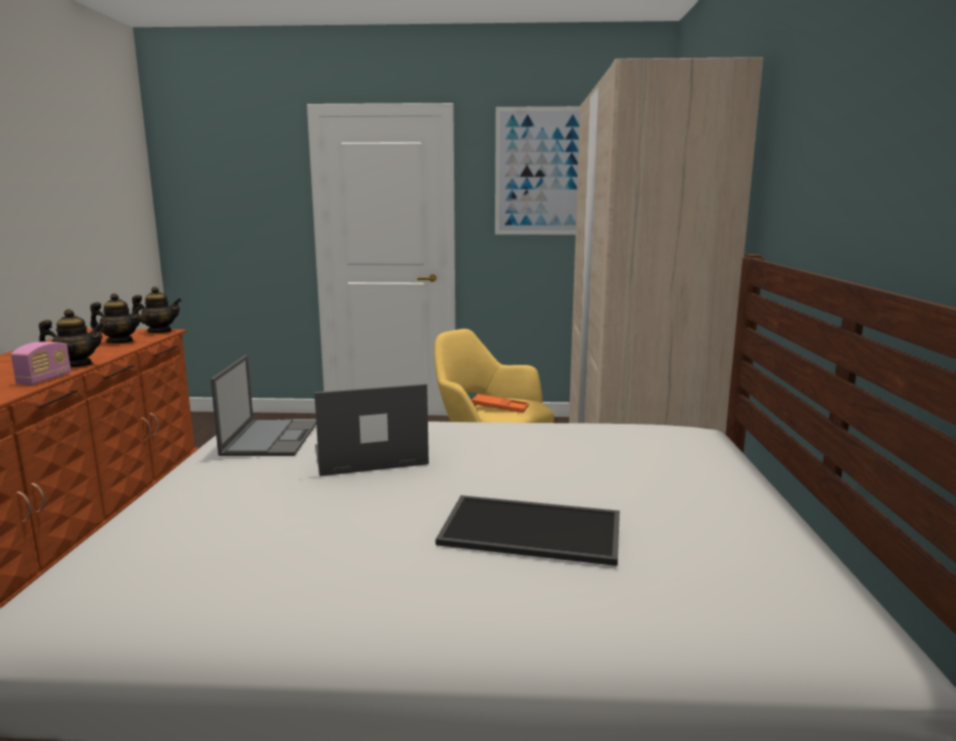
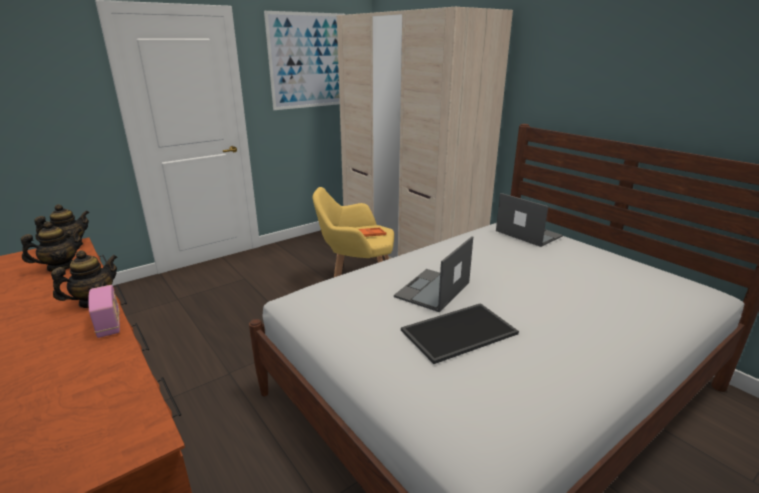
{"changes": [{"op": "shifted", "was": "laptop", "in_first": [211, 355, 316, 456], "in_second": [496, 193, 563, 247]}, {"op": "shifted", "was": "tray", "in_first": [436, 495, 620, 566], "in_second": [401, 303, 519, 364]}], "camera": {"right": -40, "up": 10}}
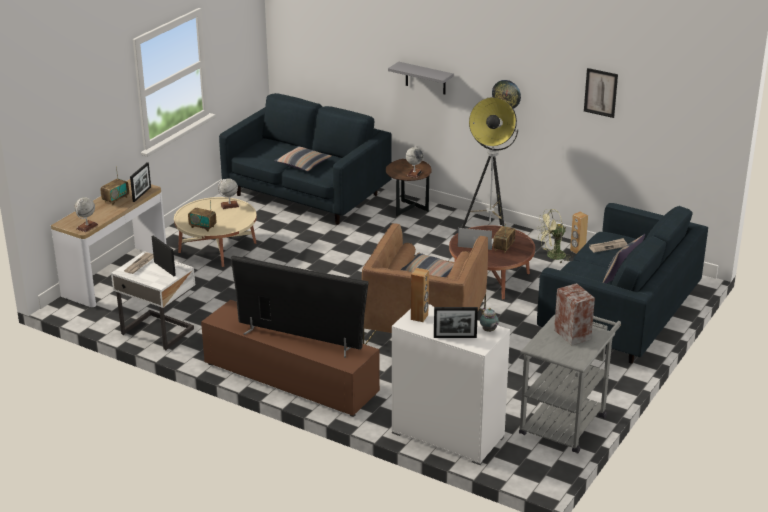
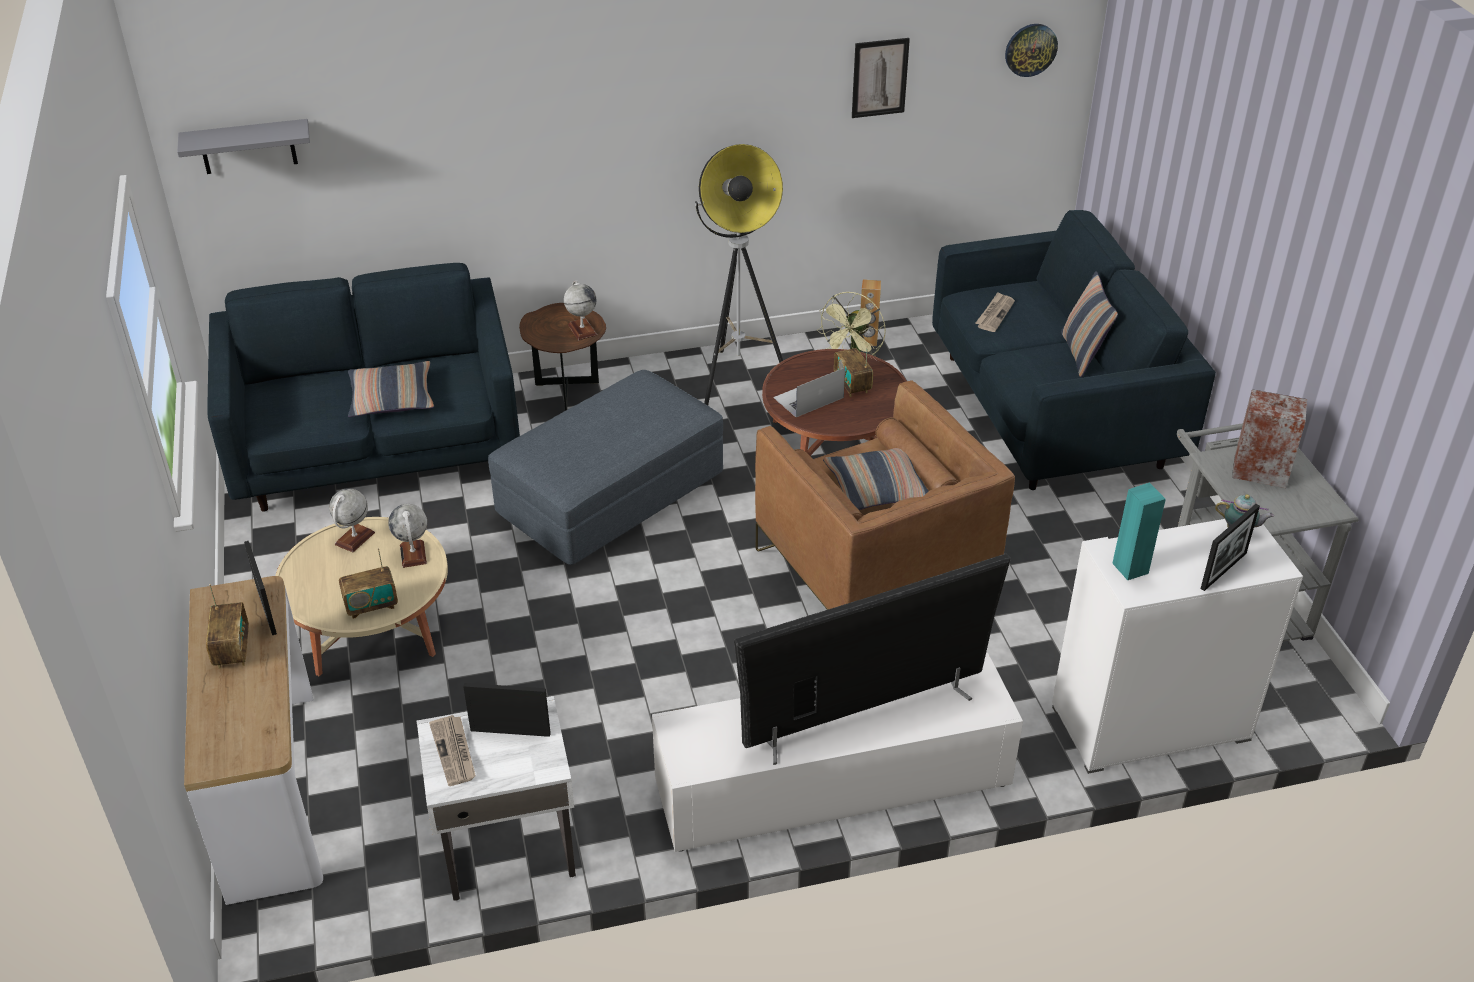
{"changes": [{"op": "shifted", "was": "shelf in grey", "in_first": [388, 62, 454, 94], "in_second": [177, 119, 310, 174]}, {"op": "shifted", "was": "wall clock", "in_first": [492, 80, 521, 109], "in_second": [1005, 24, 1058, 77]}, {"op": "shifted", "was": "globe", "in_first": [74, 197, 98, 232], "in_second": [388, 504, 427, 568]}, {"op": "repainted", "was": "speaker in brown", "now": "speaker in turquoise", "in_first": [411, 268, 429, 322], "in_second": [1112, 482, 1166, 580]}, {"op": "repainted", "was": "tv stand in brown", "now": "tv stand in white", "in_first": [201, 300, 380, 417], "in_second": [652, 653, 1023, 852]}, {"op": "new", "now": "ottoman in grey", "in_second": [488, 370, 723, 565]}], "camera": {"right": -45, "up": 10}}
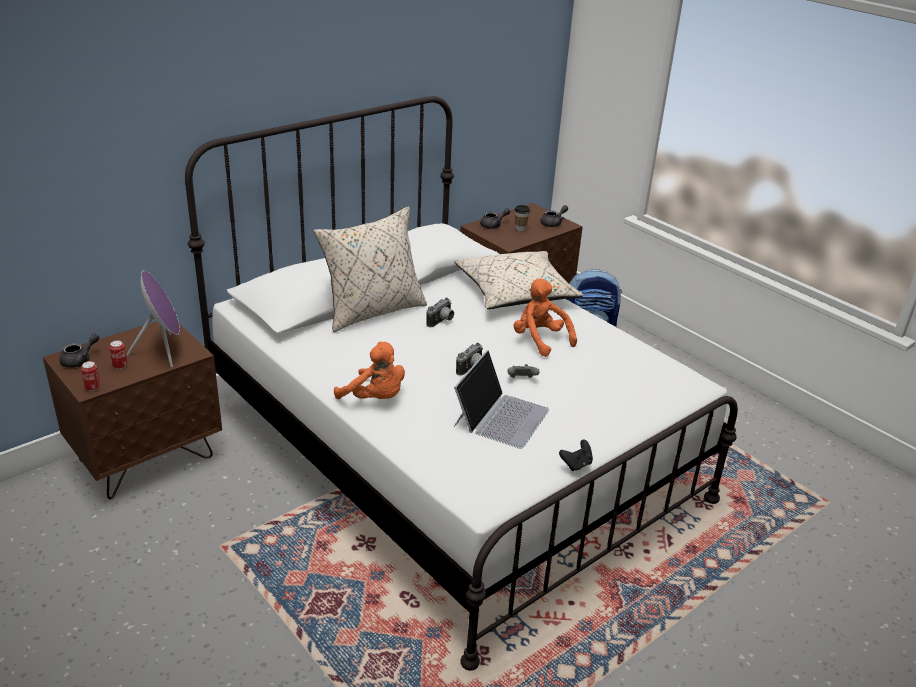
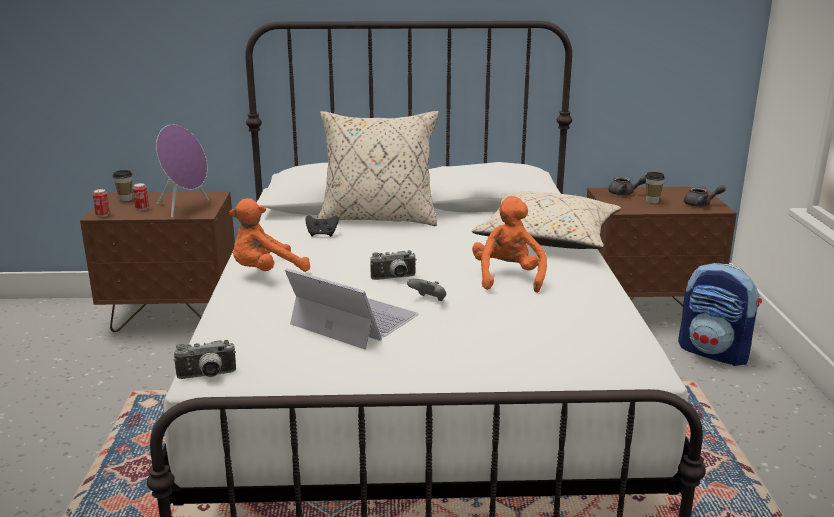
{"changes": [{"op": "shifted", "was": "photo camera", "in_first": [427, 298, 454, 327], "in_second": [174, 340, 236, 379]}, {"op": "swapped", "was": "teapot in grey", "now": "cup", "in_first": [60, 333, 100, 368], "in_second": [113, 170, 133, 201]}, {"op": "rotated", "was": "plush toy in orange", "in_first": [334, 342, 405, 399], "in_second": [229, 198, 310, 272], "clockwise": 75}, {"op": "rotated", "was": "laptop", "in_first": [454, 350, 549, 449], "in_second": [285, 268, 418, 350], "clockwise": -120}, {"op": "shifted", "was": "game controller in black", "in_first": [559, 439, 593, 471], "in_second": [305, 215, 339, 237]}], "camera": {"right": 40, "up": -10}}
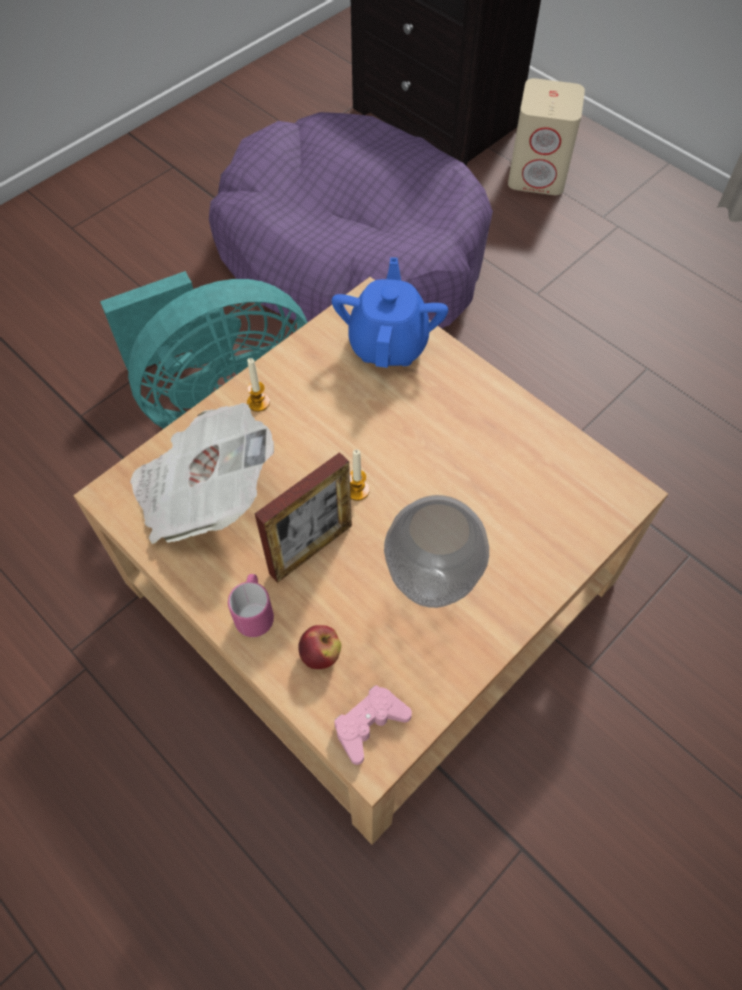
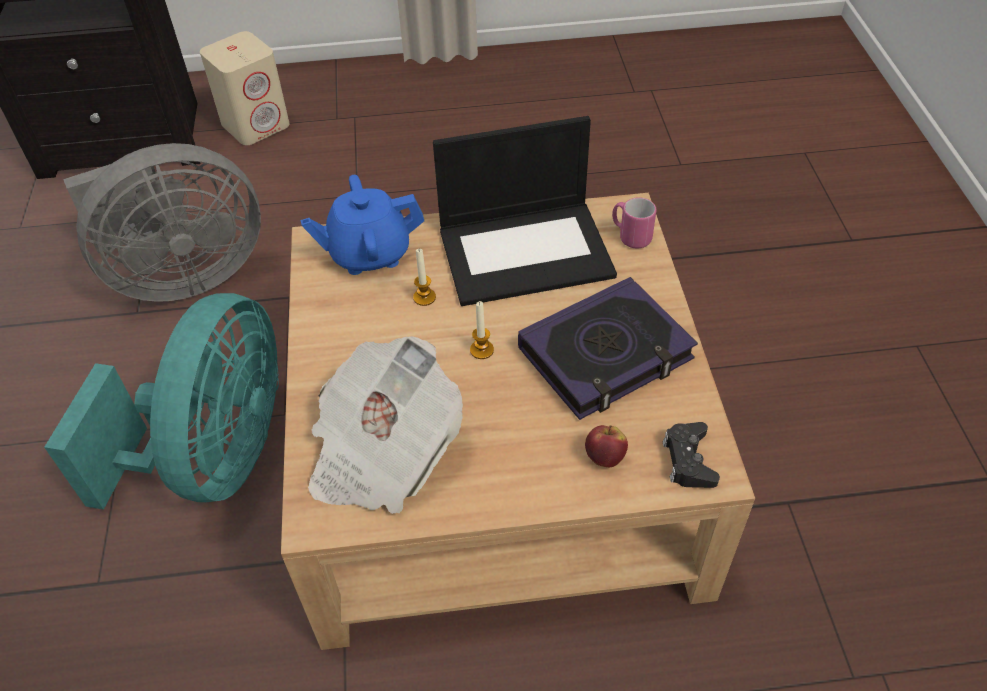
{"changes": [{"op": "swapped", "was": "dog bed in purple", "now": "fan in grey", "in_first": [209, 112, 493, 329], "in_second": [63, 143, 261, 302]}, {"op": "rotated", "was": "teapot in blue", "in_first": [332, 257, 448, 368], "in_second": [300, 175, 424, 275], "clockwise": -60}, {"op": "shifted", "was": "candle", "in_first": [247, 358, 270, 412], "in_second": [413, 249, 436, 306]}, {"op": "gone", "was": "picture frame", "in_first": [255, 452, 352, 583]}, {"op": "swapped", "was": "vase", "now": "book", "in_first": [384, 495, 489, 608], "in_second": [518, 277, 698, 420]}, {"op": "shifted", "was": "mug in pink", "in_first": [228, 574, 274, 637], "in_second": [612, 197, 656, 249]}, {"op": "repainted", "was": "game controller in pink", "now": "game controller in black", "in_first": [334, 685, 412, 765], "in_second": [663, 422, 720, 488]}, {"op": "new", "now": "laptop", "in_second": [433, 116, 617, 306]}], "camera": {"right": -50, "up": -10}}
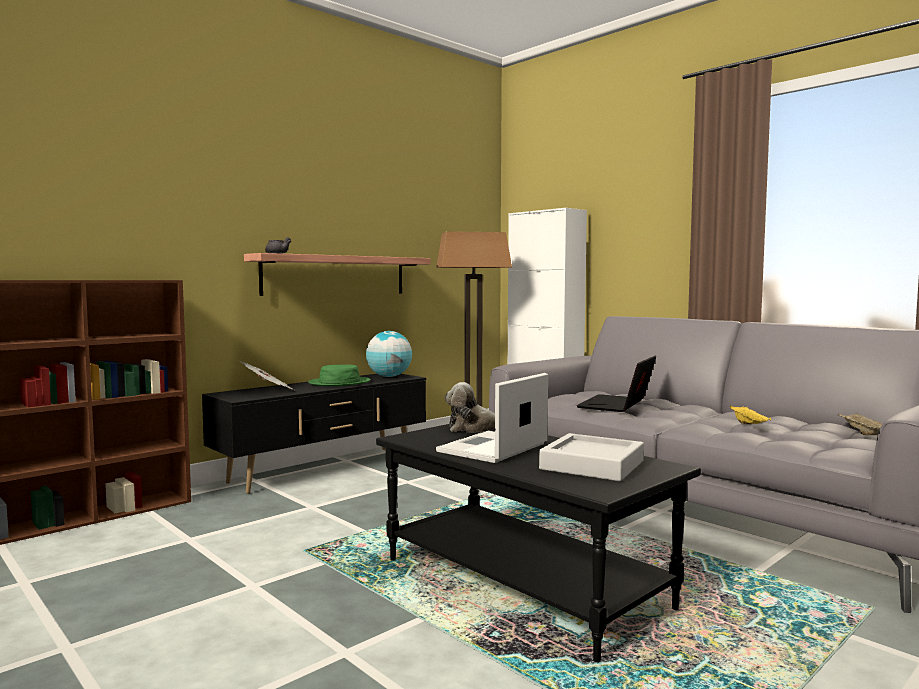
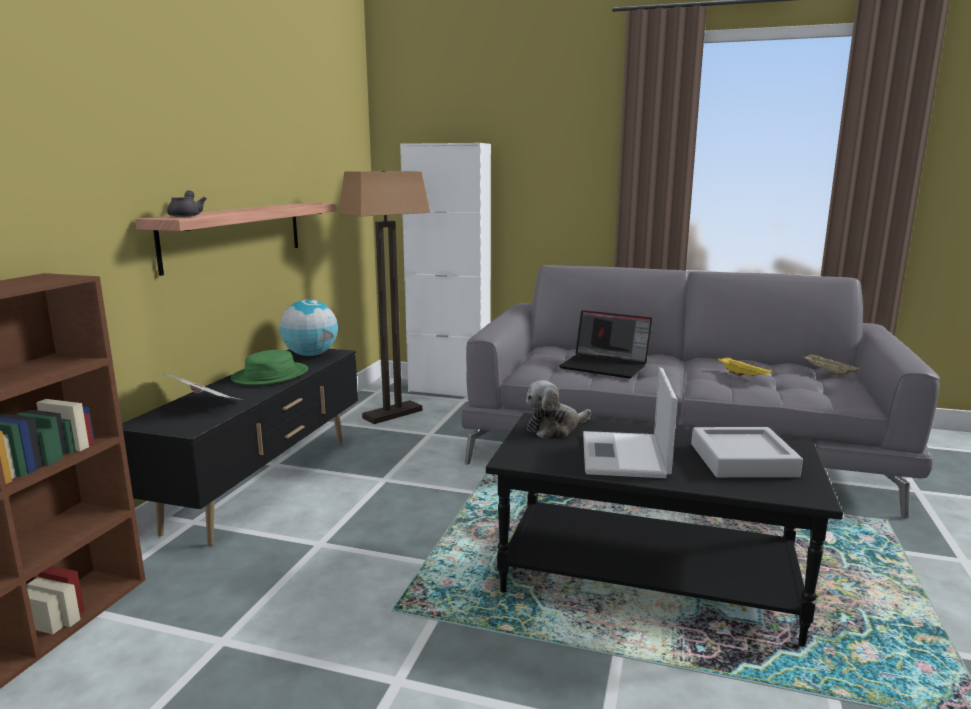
{"changes": [{"op": "rotated", "was": "laptop", "in_first": [576, 356, 656, 412], "in_second": [559, 310, 652, 378], "clockwise": -60}], "camera": {"right": -30, "up": 10}}
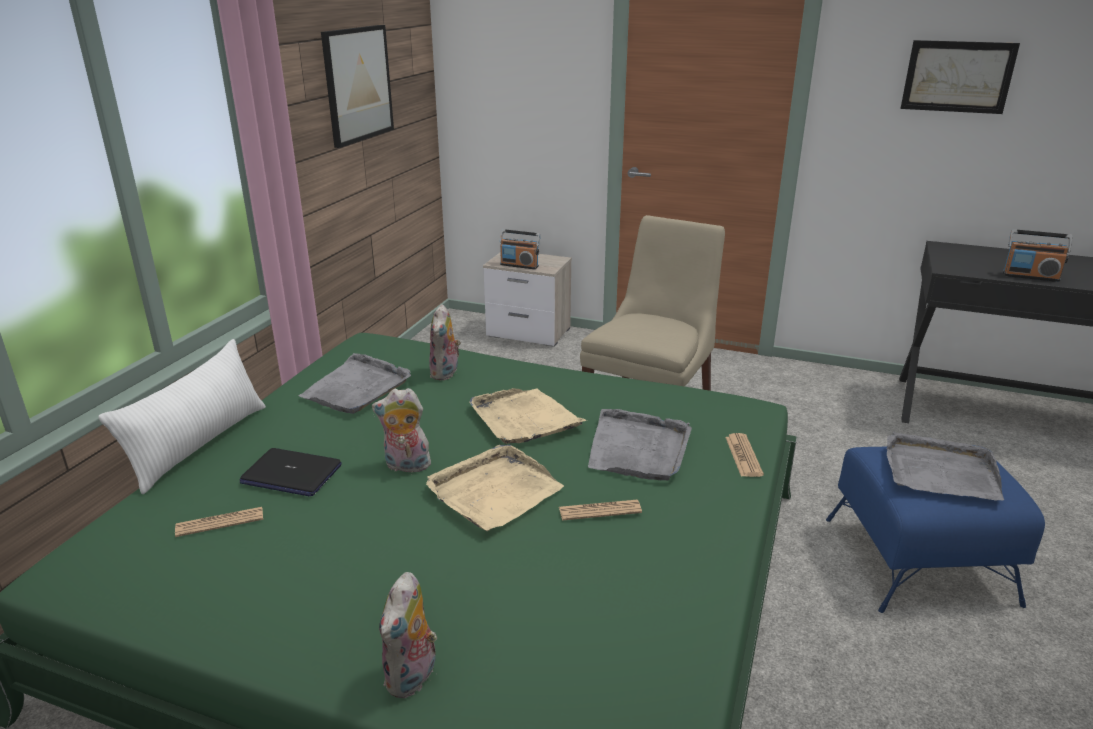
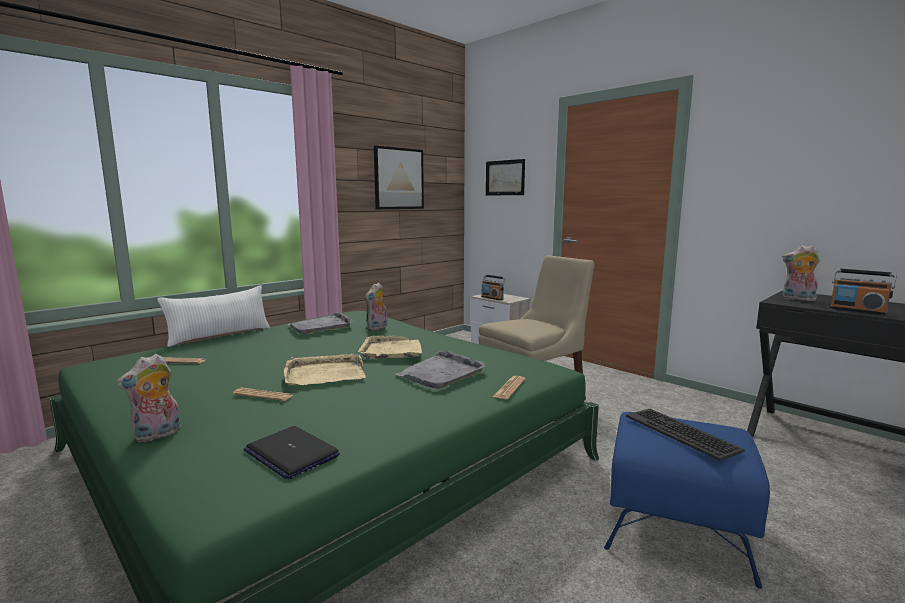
{"changes": [{"op": "shifted", "was": "picture", "in_first": [900, 40, 1020, 114], "in_second": [486, 159, 525, 196]}, {"op": "shifted", "was": "plush toy", "in_first": [372, 388, 433, 472], "in_second": [782, 245, 820, 301]}, {"op": "swapped", "was": "tray in grey", "now": "keyboard", "in_first": [887, 431, 1004, 501], "in_second": [626, 409, 745, 461]}, {"op": "shifted", "was": "laptop", "in_first": [240, 448, 342, 497], "in_second": [244, 426, 340, 479]}, {"op": "shifted", "was": "newspaper", "in_first": [559, 500, 642, 520], "in_second": [233, 388, 293, 401]}], "camera": {"right": 25, "up": -15}}
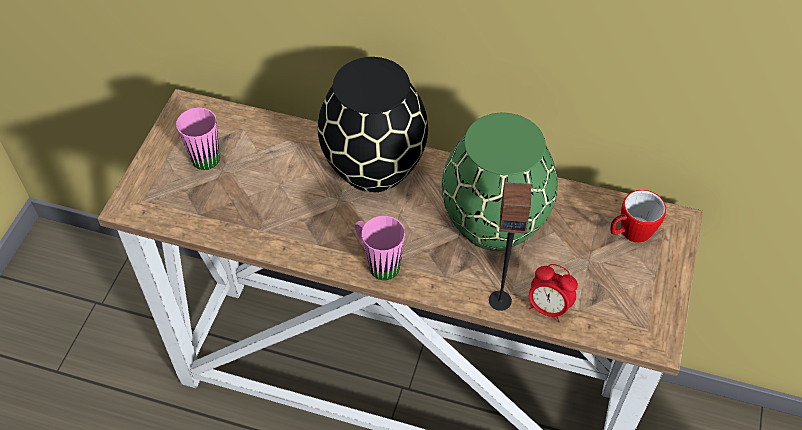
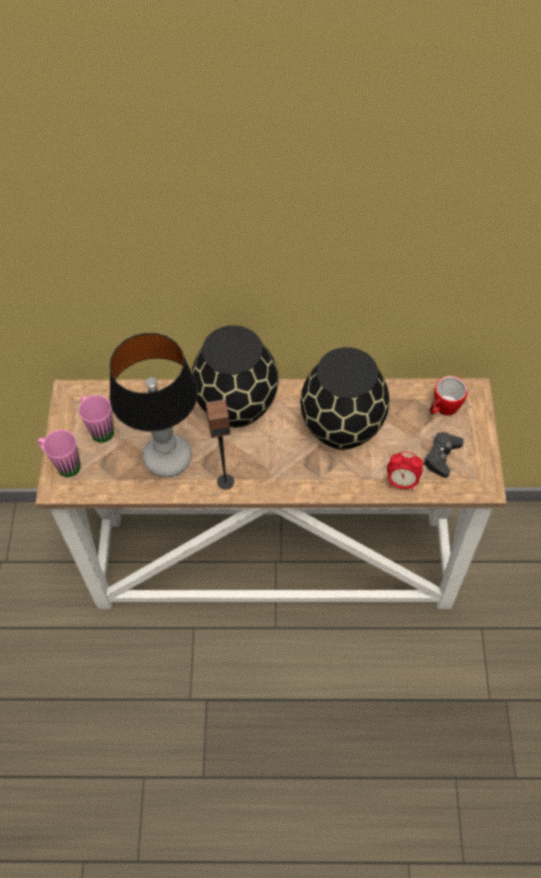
{"changes": [{"op": "repainted", "was": "vase in green", "now": "vase in black", "in_first": [441, 113, 558, 251], "in_second": [300, 347, 389, 450]}, {"op": "shifted", "was": "speaker", "in_first": [489, 182, 531, 311], "in_second": [206, 399, 234, 490]}, {"op": "shifted", "was": "mug in pink", "in_first": [355, 216, 405, 280], "in_second": [38, 430, 81, 477]}, {"op": "new", "now": "table lamp", "in_second": [109, 333, 198, 477]}, {"op": "new", "now": "game controller in black", "in_second": [423, 432, 464, 478]}], "camera": {"right": -15, "up": 5}}
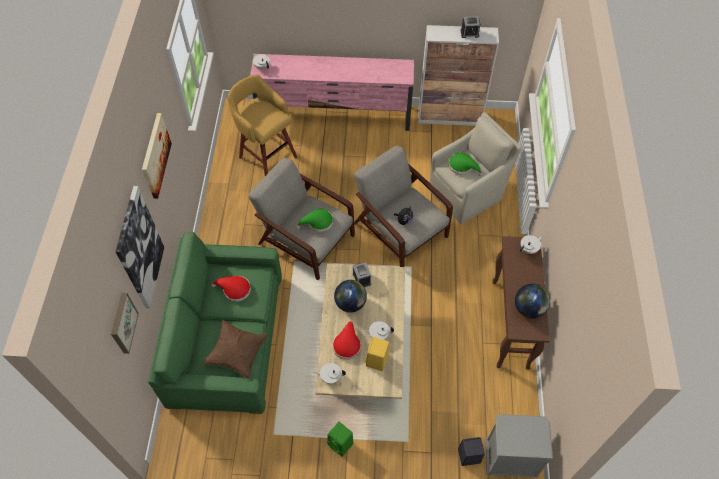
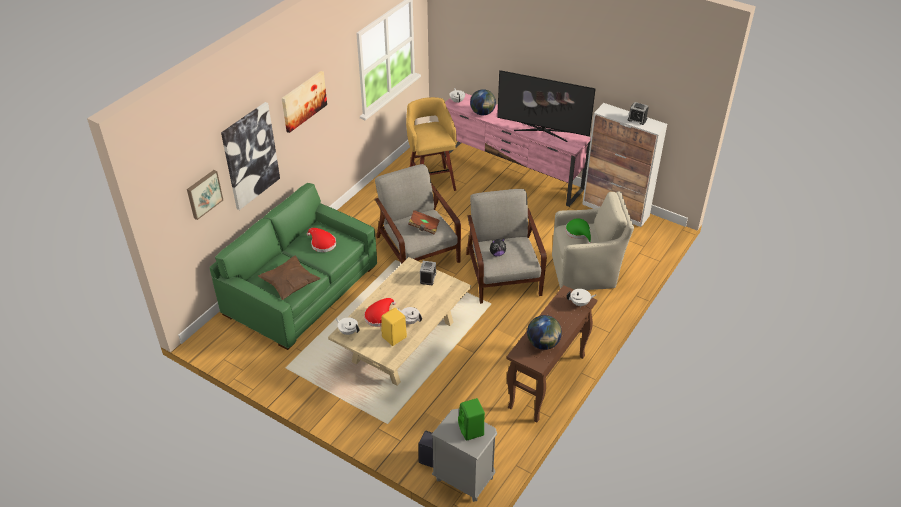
{"changes": [{"op": "swapped", "was": "hat in green", "now": "book in brown", "in_first": [296, 209, 333, 232], "in_second": [408, 210, 440, 235]}, {"op": "shifted", "was": "globe", "in_first": [334, 280, 367, 313], "in_second": [470, 89, 496, 115]}, {"op": "shifted", "was": "speaker in green", "in_first": [327, 422, 354, 456], "in_second": [458, 398, 485, 441]}, {"op": "new", "now": "television", "in_second": [497, 70, 596, 142]}], "camera": {"right": 30, "up": -15}}
